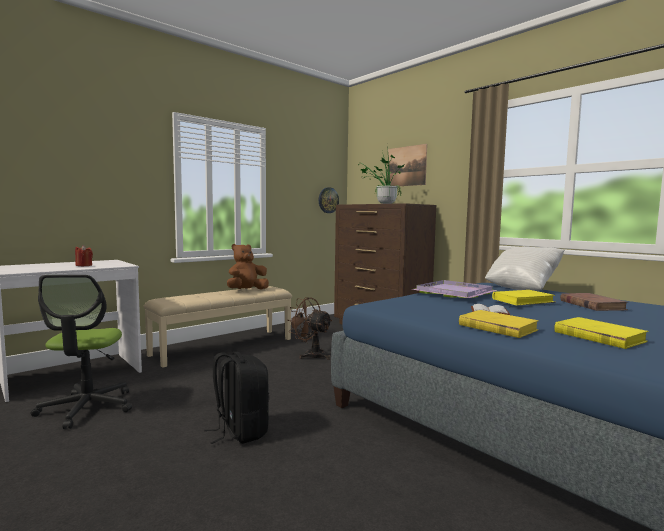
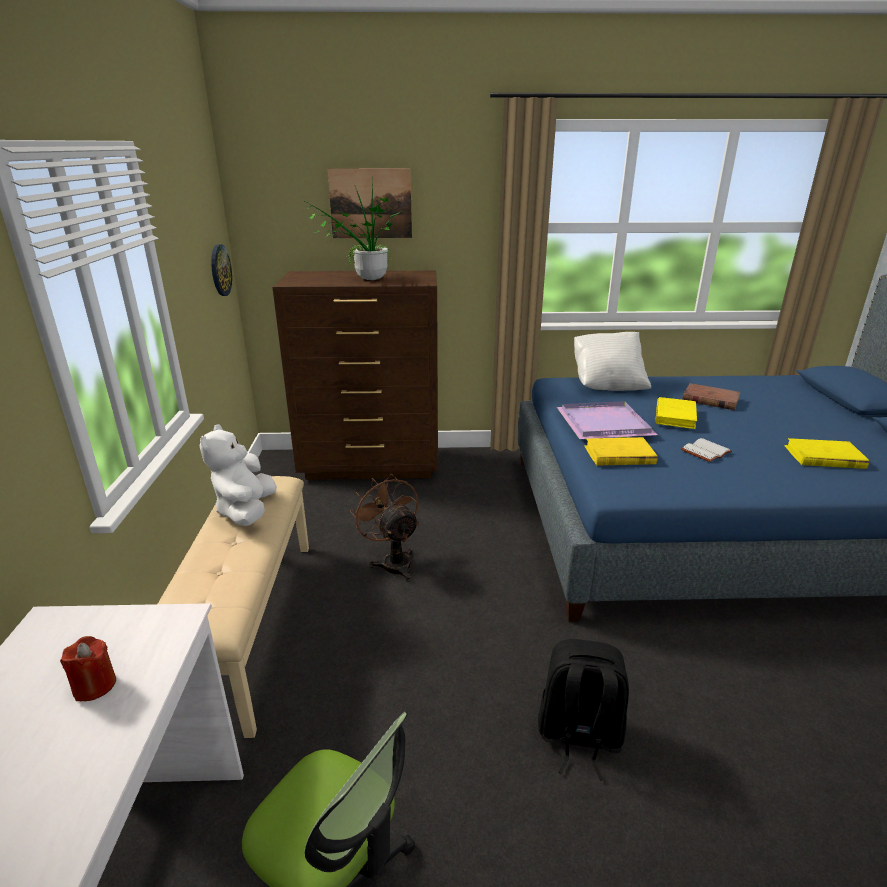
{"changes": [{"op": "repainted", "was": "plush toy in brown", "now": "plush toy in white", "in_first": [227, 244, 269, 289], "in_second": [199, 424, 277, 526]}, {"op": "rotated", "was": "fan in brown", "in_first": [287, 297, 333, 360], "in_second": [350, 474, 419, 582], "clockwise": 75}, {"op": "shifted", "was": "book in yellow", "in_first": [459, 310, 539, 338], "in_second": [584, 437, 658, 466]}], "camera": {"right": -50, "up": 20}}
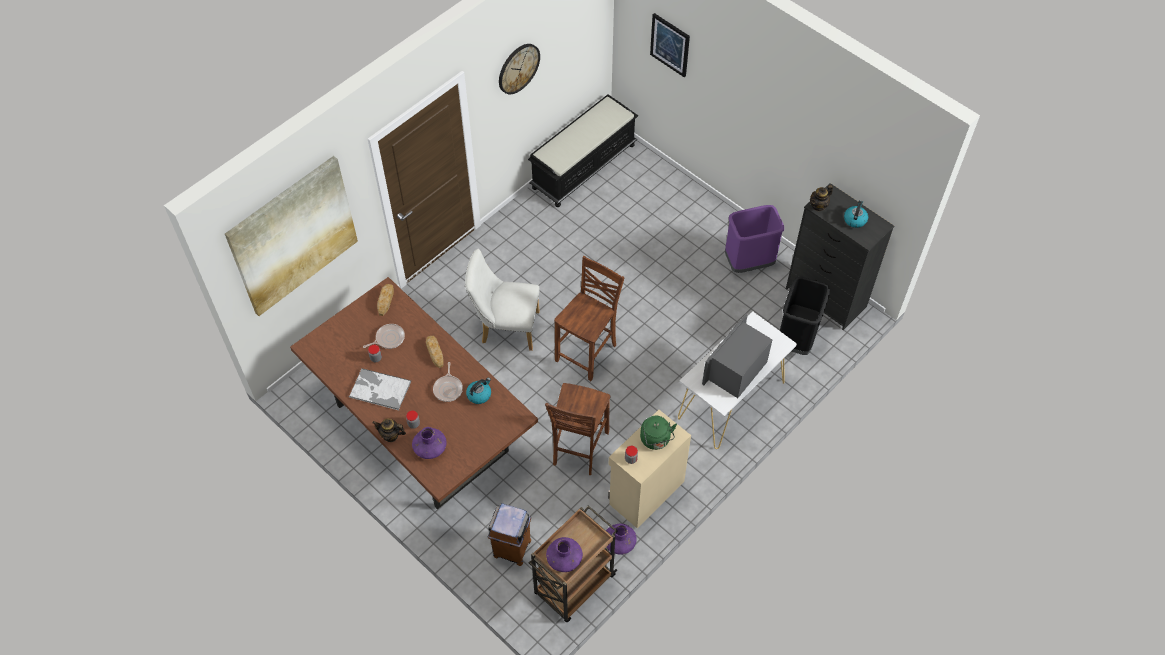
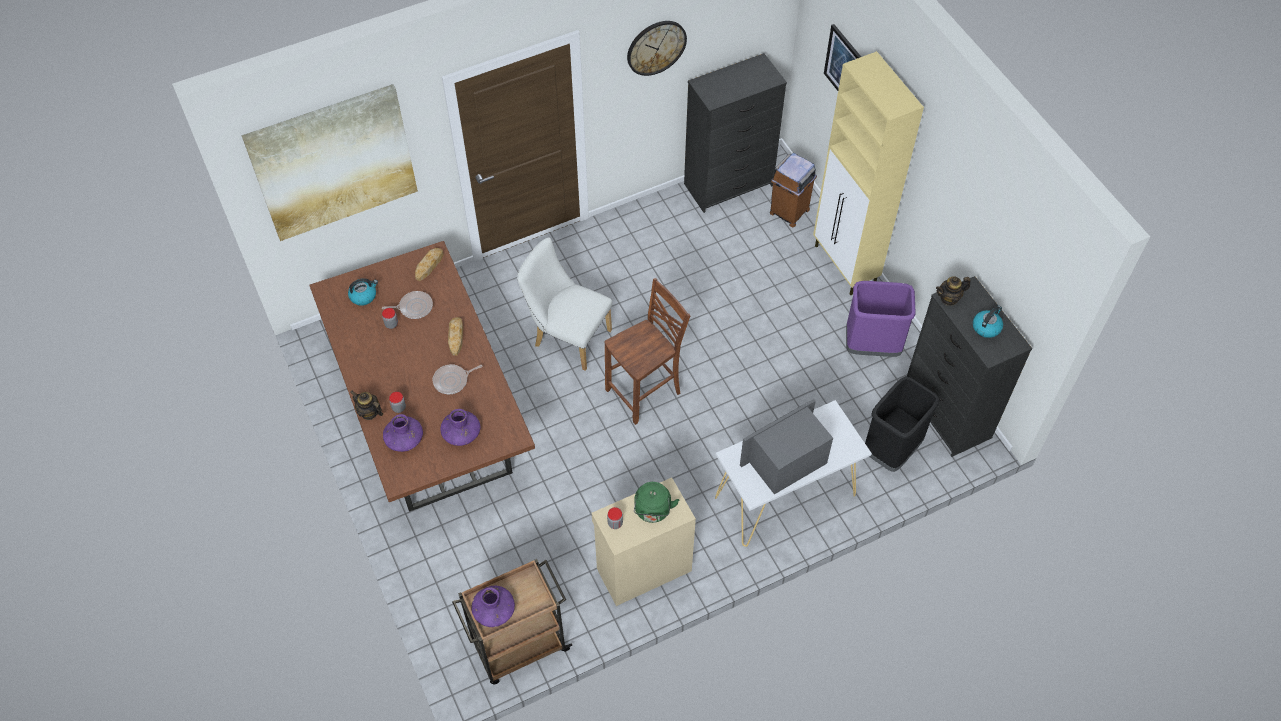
{"changes": [{"op": "swapped", "was": "bench in black", "now": "dresser in black", "in_first": [528, 94, 638, 207], "in_second": [684, 53, 787, 213]}, {"op": "rotated", "was": "frying pan", "in_first": [433, 362, 463, 402], "in_second": [433, 364, 483, 394], "clockwise": 45}, {"op": "gone", "was": "tray", "in_first": [348, 368, 411, 410]}, {"op": "shifted", "was": "kettle", "in_first": [466, 378, 491, 404], "in_second": [348, 278, 378, 306]}, {"op": "gone", "was": "chair in brown", "in_first": [545, 383, 611, 475]}, {"op": "shifted", "was": "trash can in brown", "in_first": [488, 503, 531, 566], "in_second": [770, 153, 817, 227]}, {"op": "shifted", "was": "vase in purple", "in_first": [606, 524, 637, 555], "in_second": [440, 409, 481, 446]}, {"op": "new", "now": "cabinet in beige", "in_second": [813, 51, 924, 295]}], "camera": {"right": 20, "up": 0}}
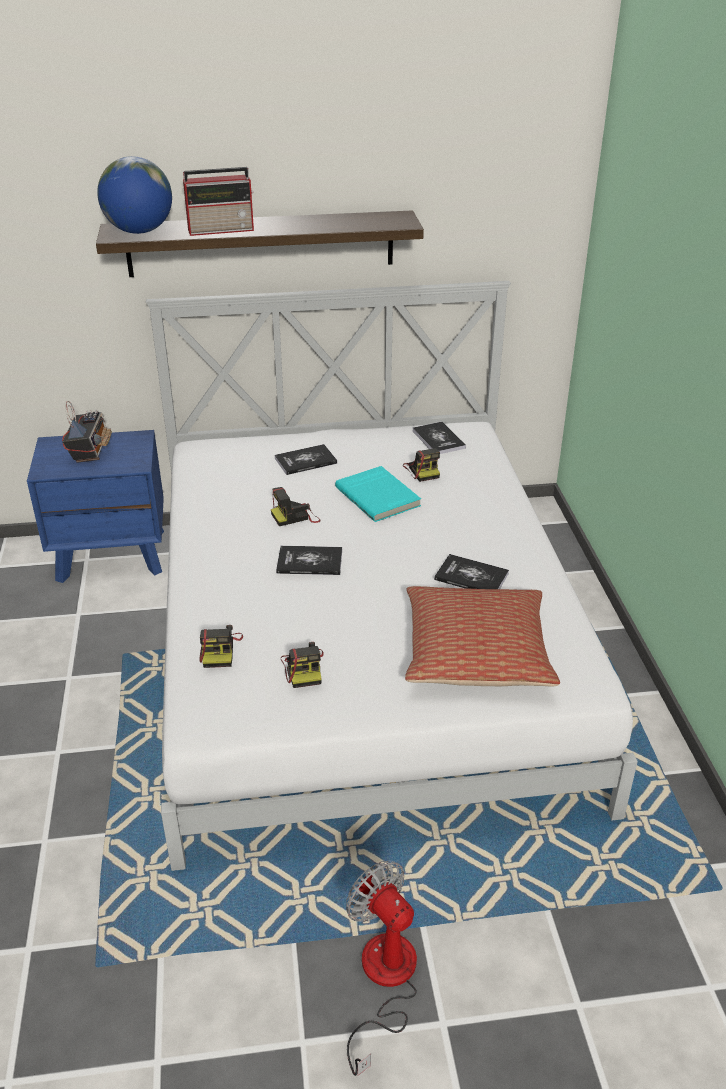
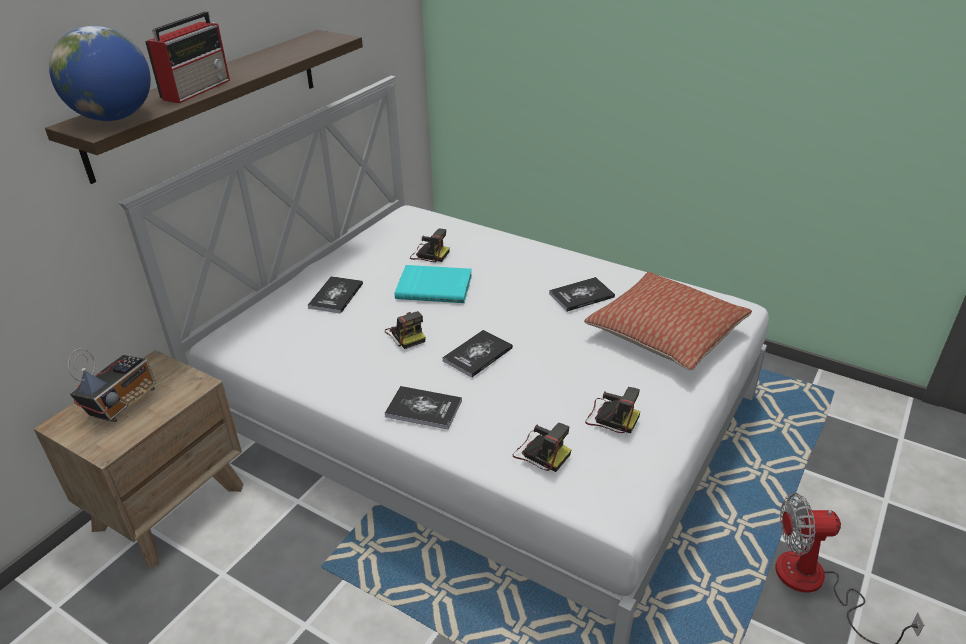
{"changes": [{"op": "rotated", "was": "radio", "in_first": [62, 401, 112, 463], "in_second": [68, 348, 156, 422], "clockwise": 75}, {"op": "shifted", "was": "book", "in_first": [413, 422, 466, 454], "in_second": [385, 386, 462, 430]}, {"op": "repainted", "was": "nightstand in blue", "now": "nightstand in brown", "in_first": [27, 430, 164, 583], "in_second": [34, 350, 244, 568]}, {"op": "rotated", "was": "photo camera", "in_first": [271, 487, 321, 526], "in_second": [385, 311, 425, 349], "clockwise": -45}], "camera": {"right": -50, "up": 0}}
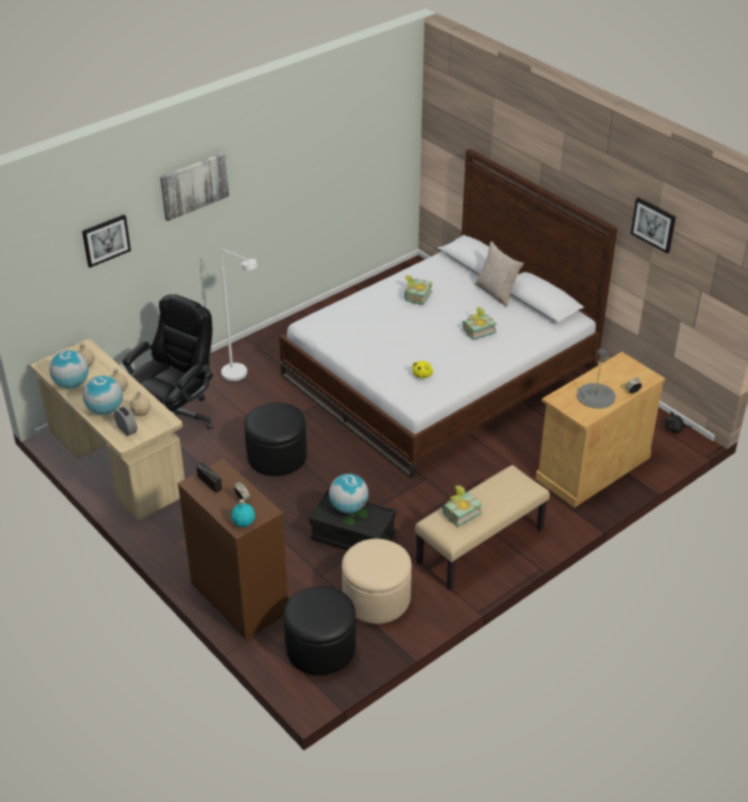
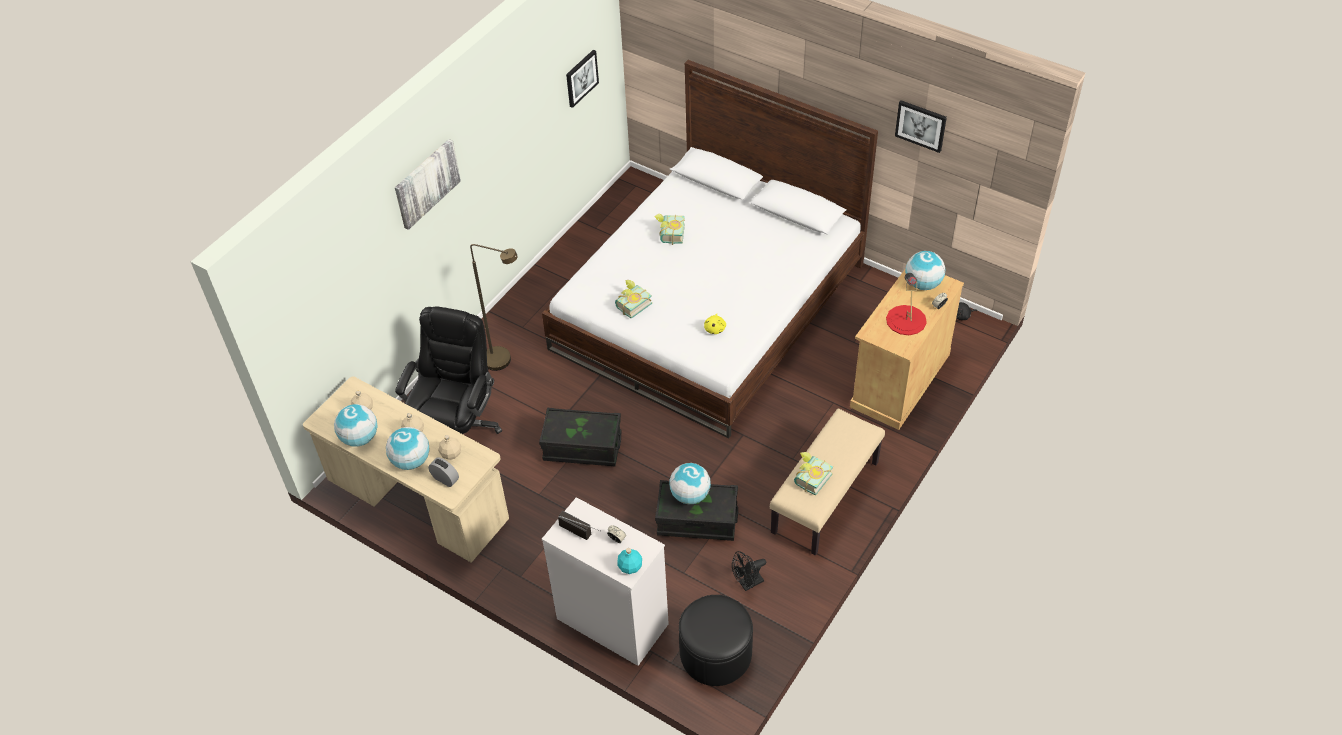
{"changes": [{"op": "shifted", "was": "picture", "in_first": [82, 215, 131, 268], "in_second": [566, 50, 599, 108]}, {"op": "gone", "was": "pillow in beige", "in_first": [475, 241, 524, 307]}, {"op": "repainted", "was": "floor lamp in white", "now": "floor lamp in brown", "in_first": [221, 249, 258, 382], "in_second": [470, 244, 518, 371]}, {"op": "shifted", "was": "book", "in_first": [463, 307, 497, 340], "in_second": [615, 280, 652, 319]}, {"op": "repainted", "was": "table lamp in grey", "now": "table lamp in red", "in_first": [576, 347, 616, 409], "in_second": [886, 273, 927, 335]}, {"op": "swapped", "was": "ottoman in black", "now": "storage box in black", "in_first": [244, 402, 307, 476], "in_second": [539, 408, 622, 466]}, {"op": "repainted", "was": "dresser in brown", "now": "dresser in white", "in_first": [177, 459, 288, 639], "in_second": [542, 497, 669, 666]}, {"op": "swapped", "was": "ottoman in beige", "now": "fan in black", "in_first": [342, 539, 412, 624], "in_second": [732, 551, 766, 591]}, {"op": "new", "now": "globe", "in_second": [905, 251, 945, 290]}], "camera": {"right": -15, "up": 10}}
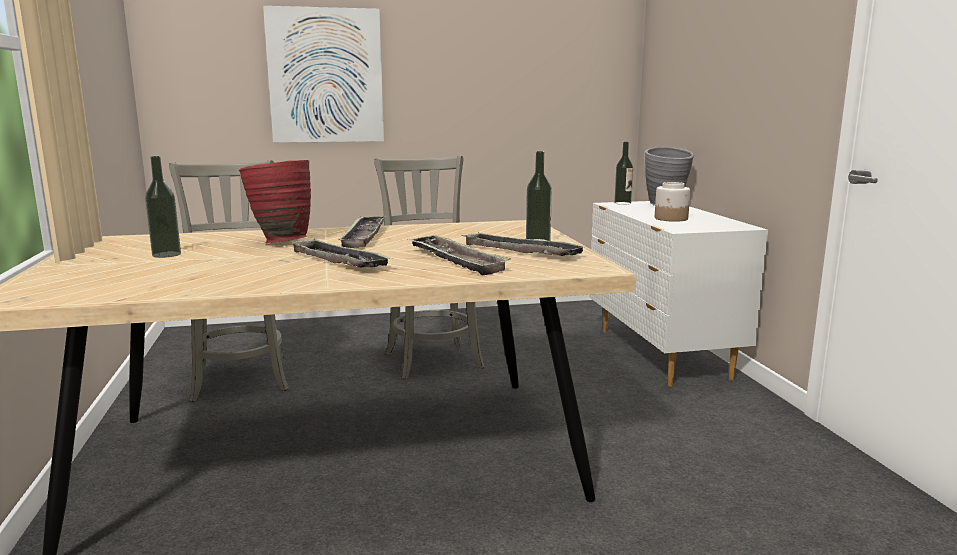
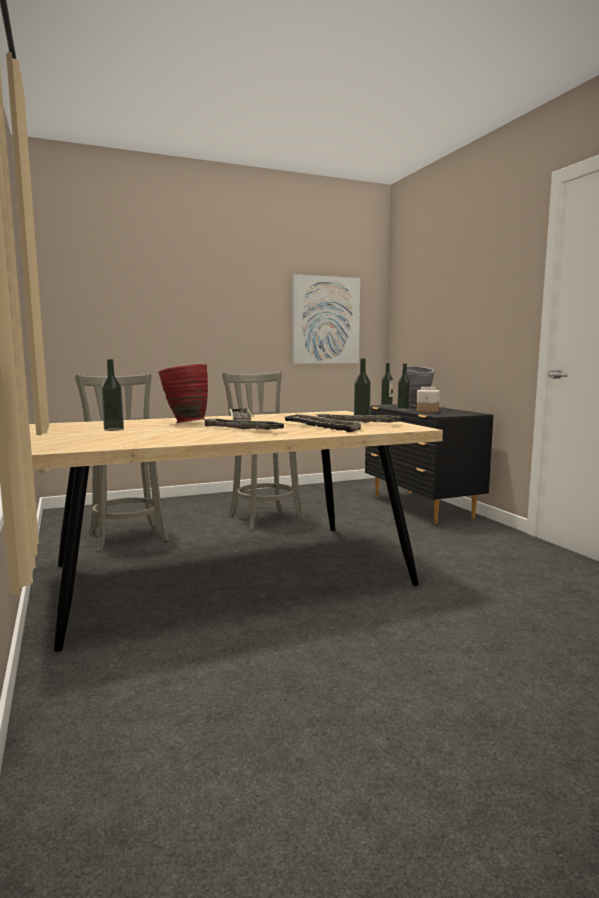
{"changes": [{"op": "shifted", "was": "picture", "in_first": [263, 6, 384, 143], "in_second": [292, 274, 360, 364]}, {"op": "repainted", "was": "dresser in white", "now": "dresser in black", "in_first": [589, 201, 768, 387], "in_second": [365, 404, 493, 524]}, {"op": "new", "now": "bottle", "in_second": [397, 363, 411, 410]}], "camera": {"right": -10, "up": -5}}
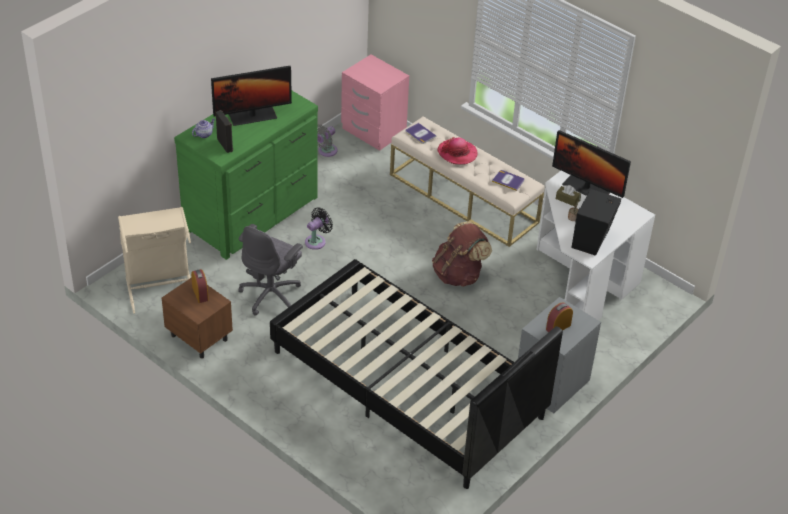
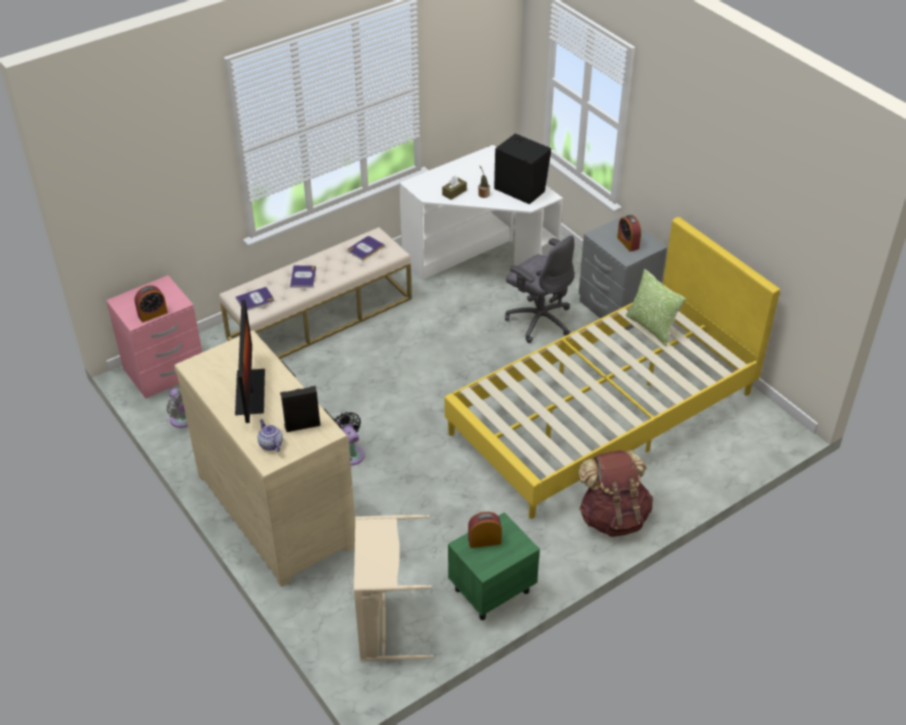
{"changes": [{"op": "repainted", "was": "dresser in green", "now": "dresser in beige", "in_first": [174, 90, 318, 260], "in_second": [174, 330, 355, 587]}, {"op": "gone", "was": "monitor", "in_first": [552, 130, 631, 198]}, {"op": "swapped", "was": "hat", "now": "book", "in_first": [437, 137, 478, 165], "in_second": [290, 265, 316, 288]}, {"op": "shifted", "was": "backpack in brown", "in_first": [432, 221, 492, 287], "in_second": [578, 450, 653, 537]}, {"op": "shifted", "was": "office chair in grey", "in_first": [238, 224, 303, 316], "in_second": [505, 235, 575, 343]}, {"op": "repainted", "was": "bed in black", "now": "bed in yellow", "in_first": [270, 259, 563, 489], "in_second": [445, 217, 780, 519]}, {"op": "repainted", "was": "nightstand in brown", "now": "nightstand in green", "in_first": [161, 277, 233, 359], "in_second": [448, 512, 540, 620]}, {"op": "new", "now": "pillow", "in_second": [625, 269, 686, 346]}, {"op": "new", "now": "alarm clock", "in_second": [134, 285, 168, 322]}], "camera": {"right": -75, "up": 0}}
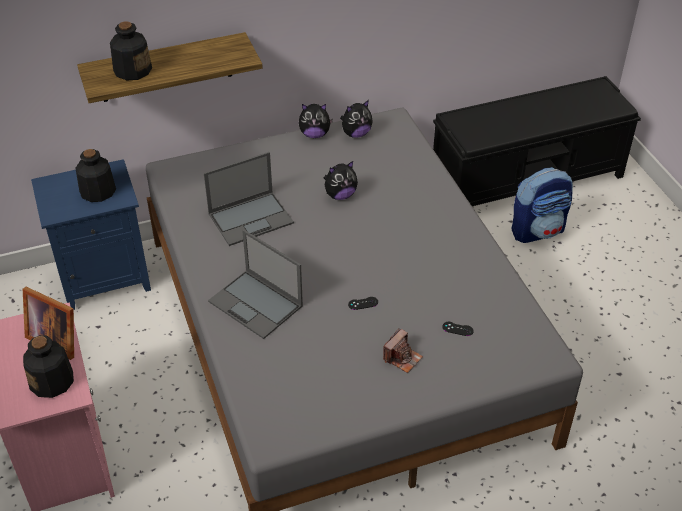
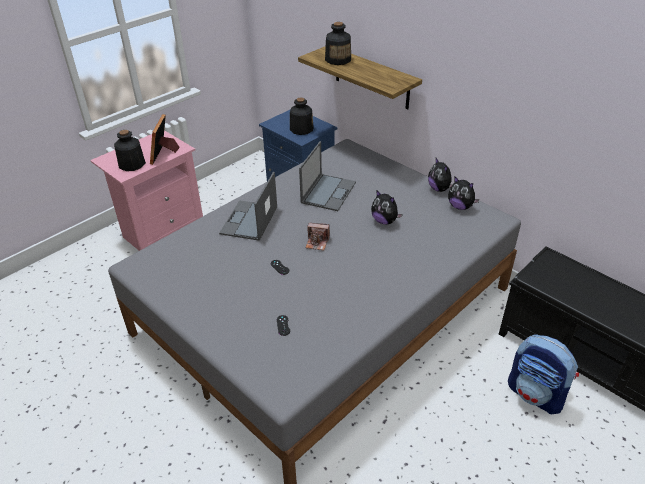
{"changes": [{"op": "rotated", "was": "laptop", "in_first": [204, 152, 294, 246], "in_second": [299, 141, 356, 211], "clockwise": -105}, {"op": "shifted", "was": "photo camera", "in_first": [383, 328, 423, 373], "in_second": [305, 223, 330, 251]}], "camera": {"right": 65, "up": -5}}
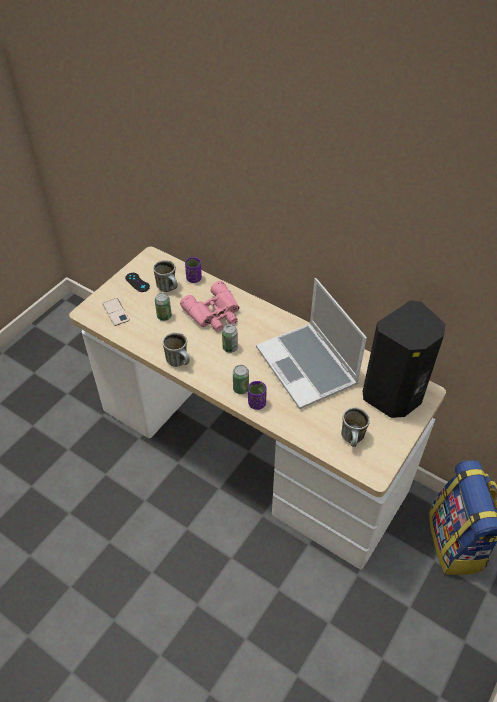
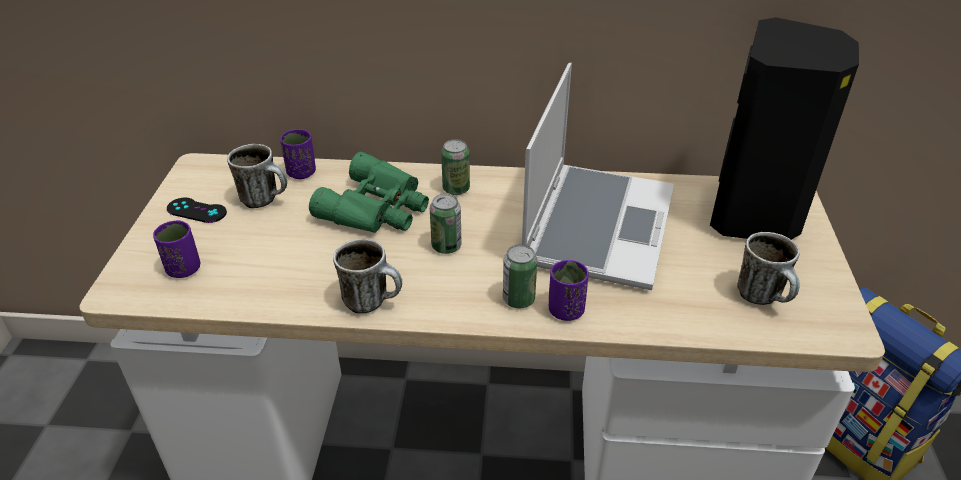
{"changes": [{"op": "rotated", "was": "laptop", "in_first": [256, 278, 367, 409], "in_second": [522, 63, 674, 290], "clockwise": -105}, {"op": "repainted", "was": "binoculars in pink", "now": "binoculars in green", "in_first": [180, 281, 240, 332], "in_second": [309, 152, 429, 233]}, {"op": "shifted", "was": "can", "in_first": [155, 293, 172, 321], "in_second": [441, 139, 470, 195]}, {"op": "swapped", "was": "phone", "now": "cup in purple", "in_first": [103, 298, 130, 326], "in_second": [153, 220, 200, 278]}], "camera": {"right": -30, "up": -10}}
